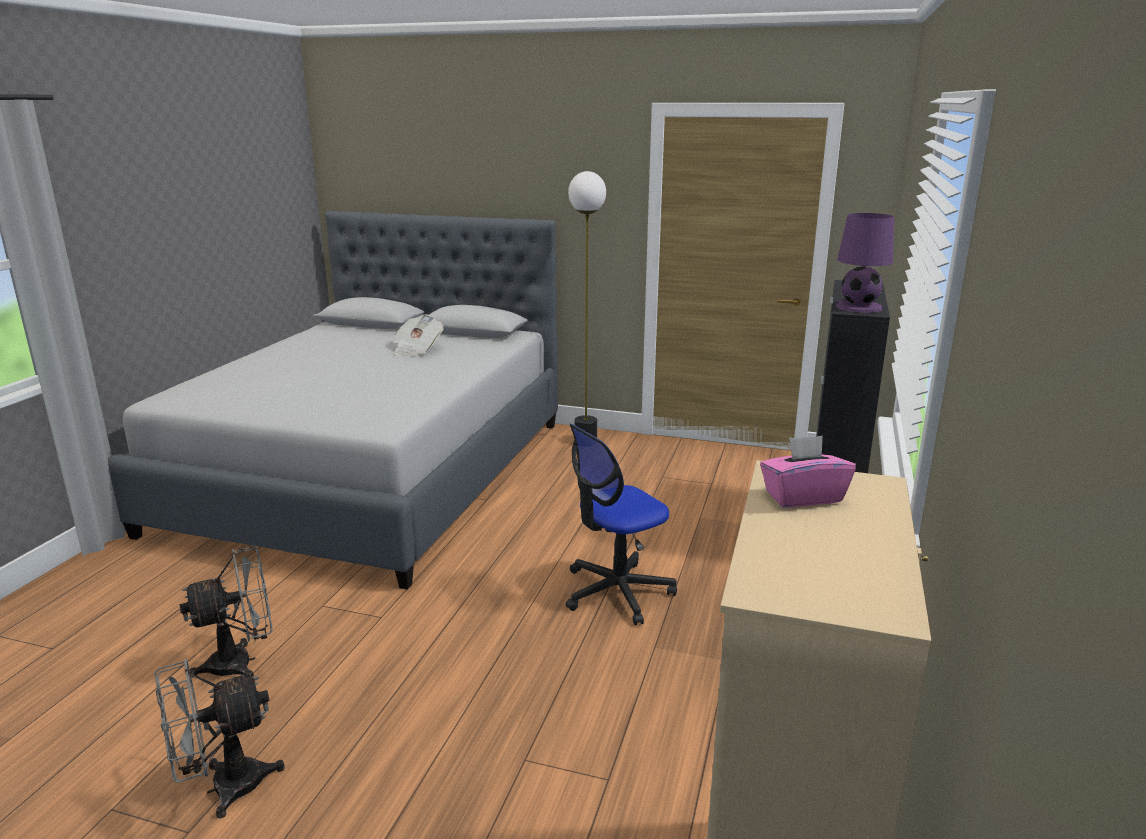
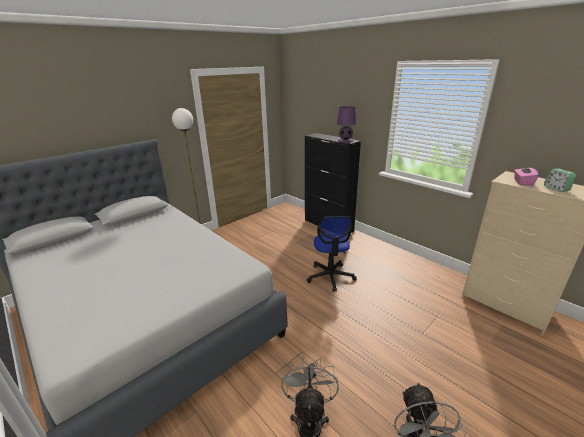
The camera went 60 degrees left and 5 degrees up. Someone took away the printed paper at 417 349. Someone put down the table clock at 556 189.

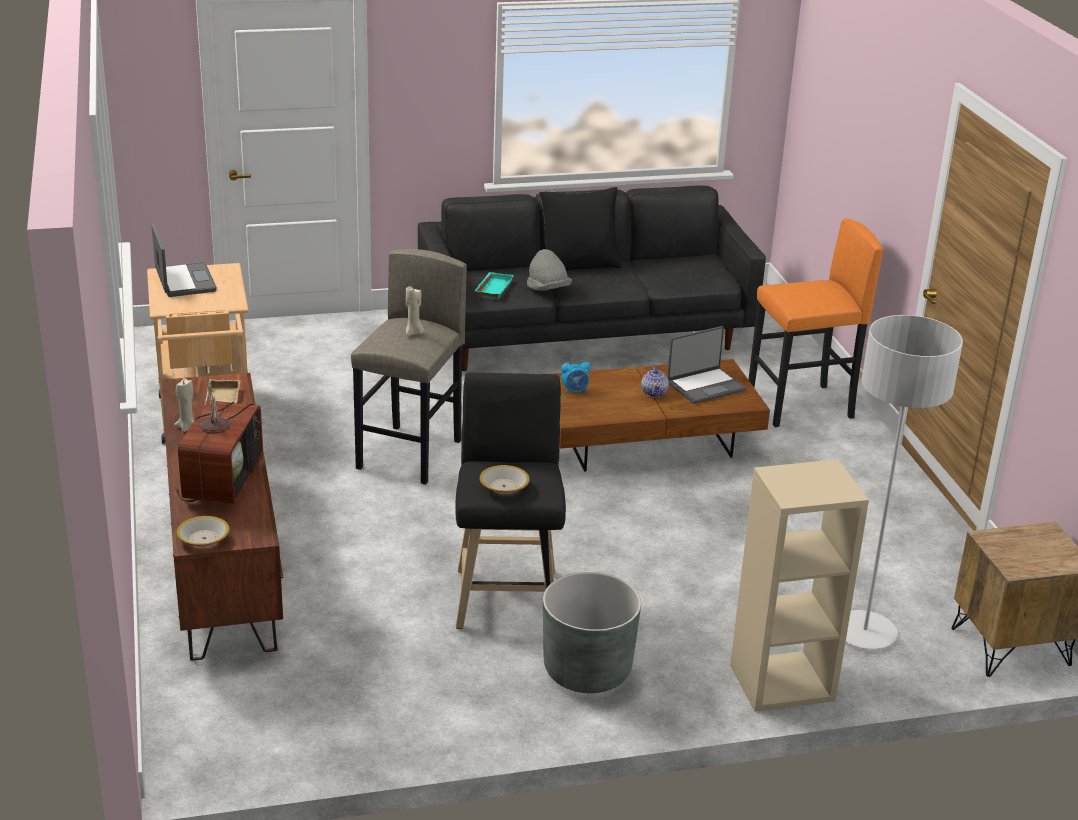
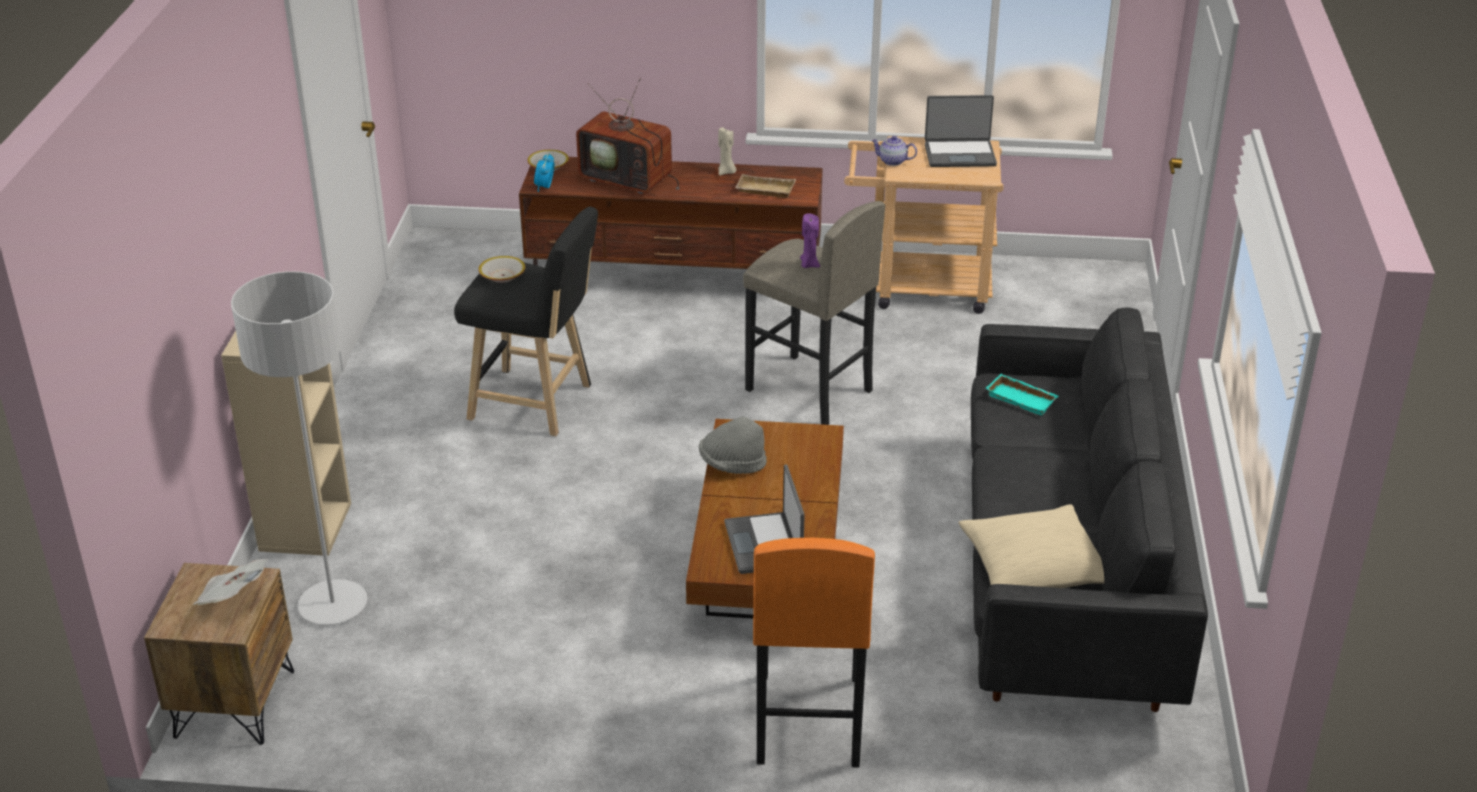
The camera went 110 degrees right and 5 degrees up. Someone took away the black-coloured throw pillow at 579 265. Someone carried the gray hat from 548 290 to 732 464. Someone repainted the sand-coloured wax light at 414 333, which became the purple wax light at 809 265. Someone carried the table clock from 575 391 to 545 187. Someone carried the pot for tea from 654 393 to 893 161. Someone took away the gray planter at 587 670. Someone put down the sand-coloured throw pillow at 1033 567. Someone put down the printed paper at 233 598.

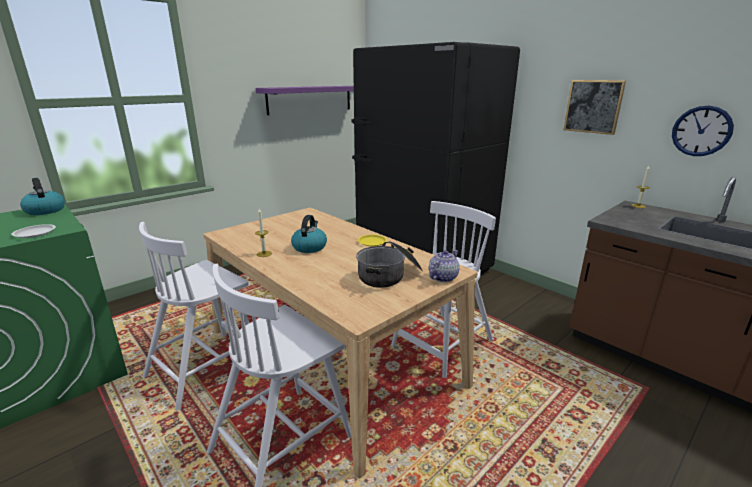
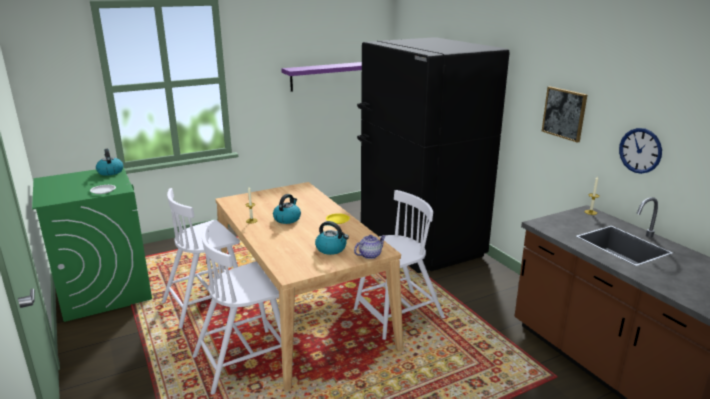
The camera went 15 degrees right and 0 degrees up. Someone swapped the saucepot at 389 276 for the tea kettle at 331 249.

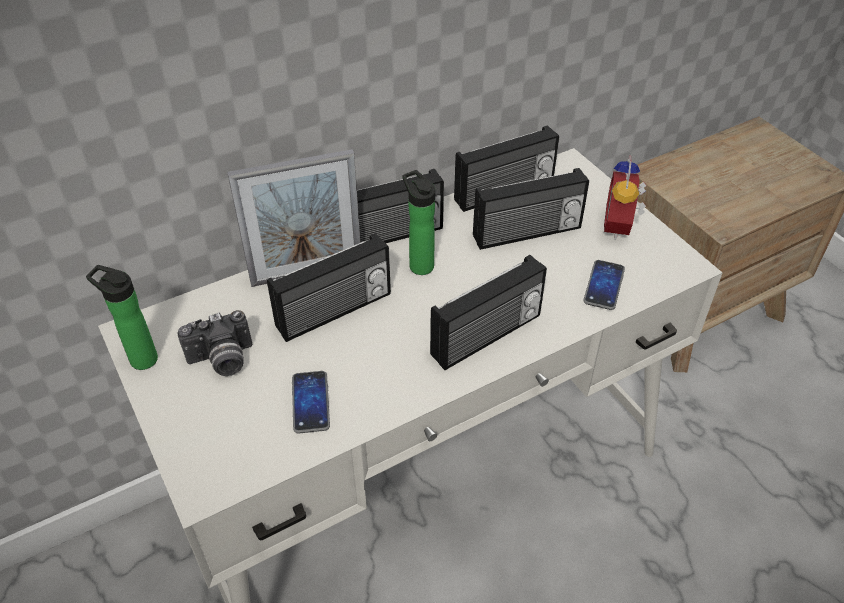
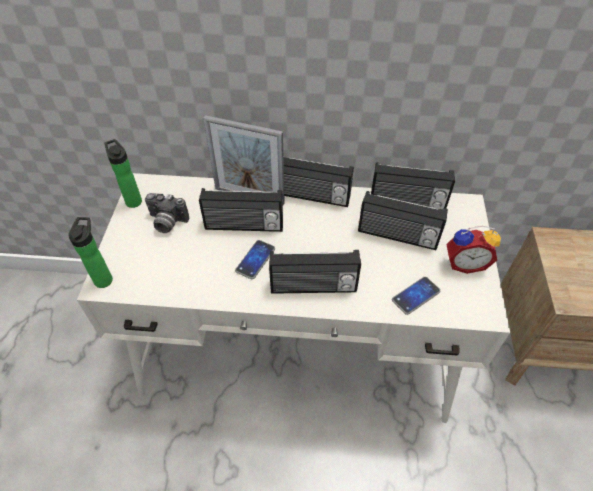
The camera went 35 degrees right and 5 degrees up. Someone rotated the table clock at 620 227 by 135 degrees counterclockwise. Someone carried the beverage bottle from 419 264 to 104 278. Someone carried the telephone from 310 402 to 255 260.

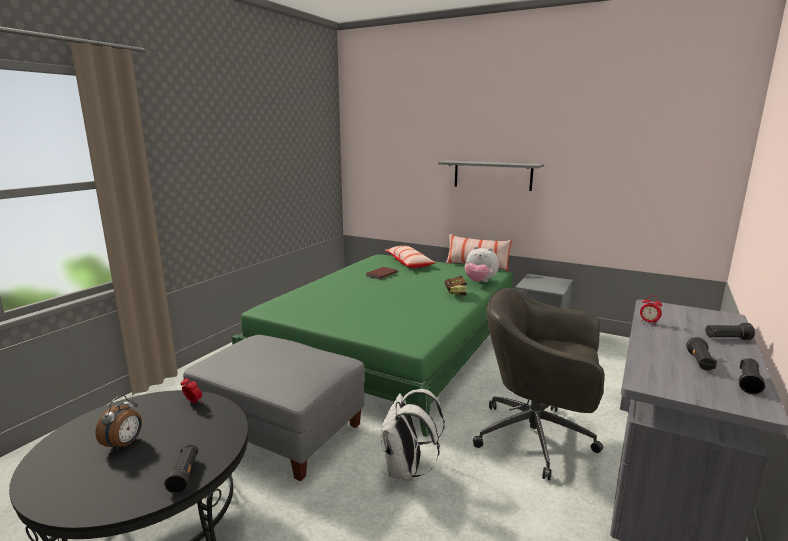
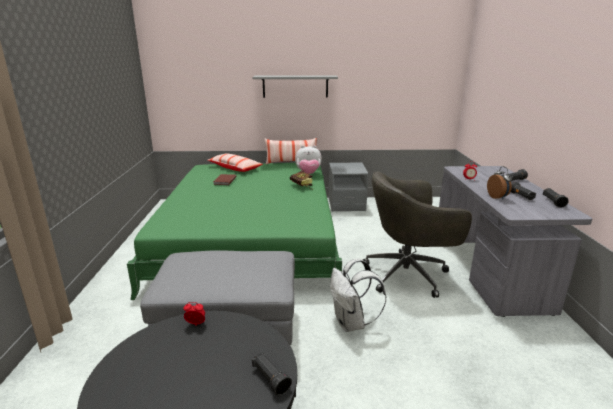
The camera went 30 degrees left and 5 degrees up. Someone carried the table clock from 124 444 to 498 197.

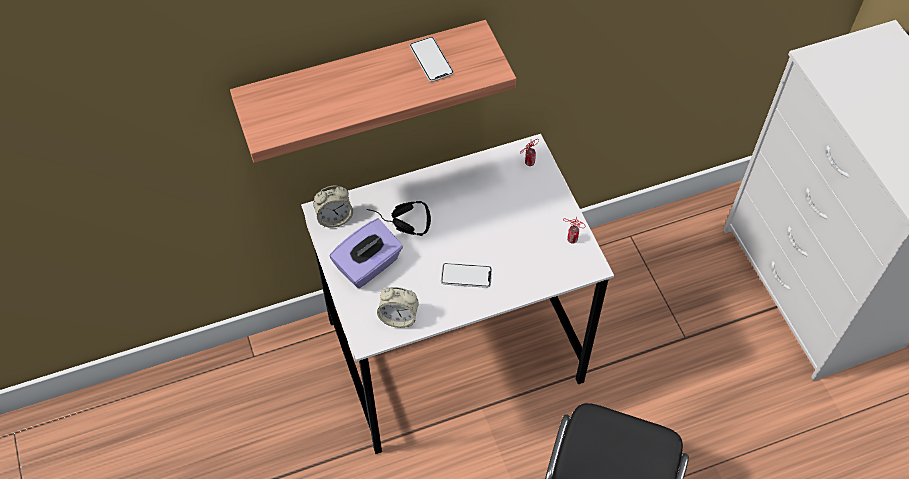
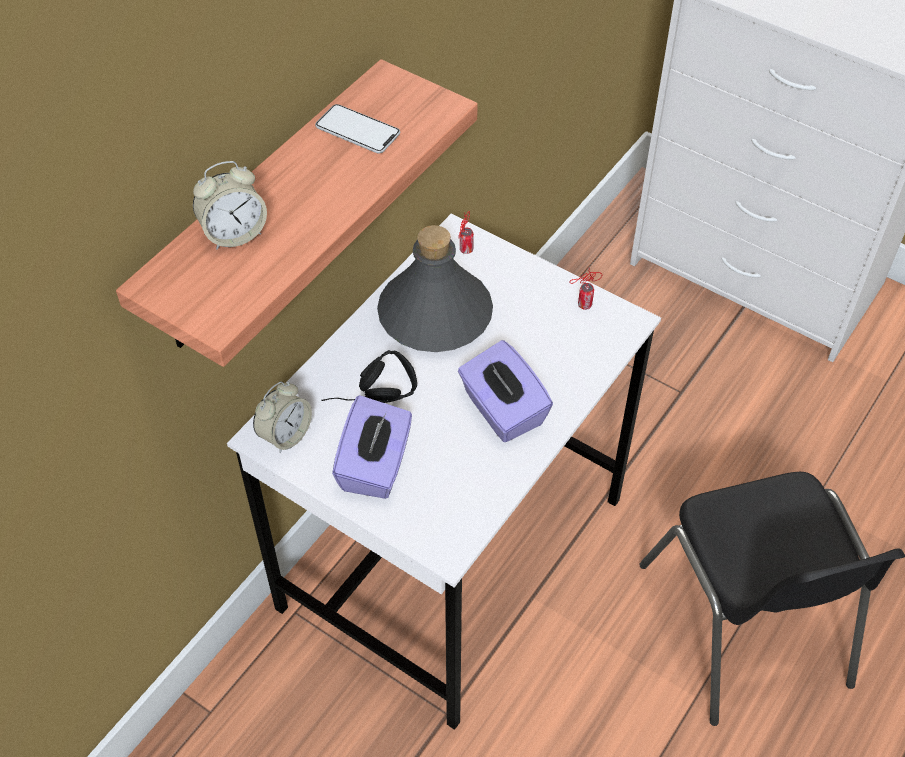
The camera went 35 degrees left and 5 degrees down. Someone swapped the telephone at 466 276 for the purple tissue box at 502 410. Someone carried the table clock from 398 317 to 234 234. Someone put down the gray beverage bottle at 435 314.

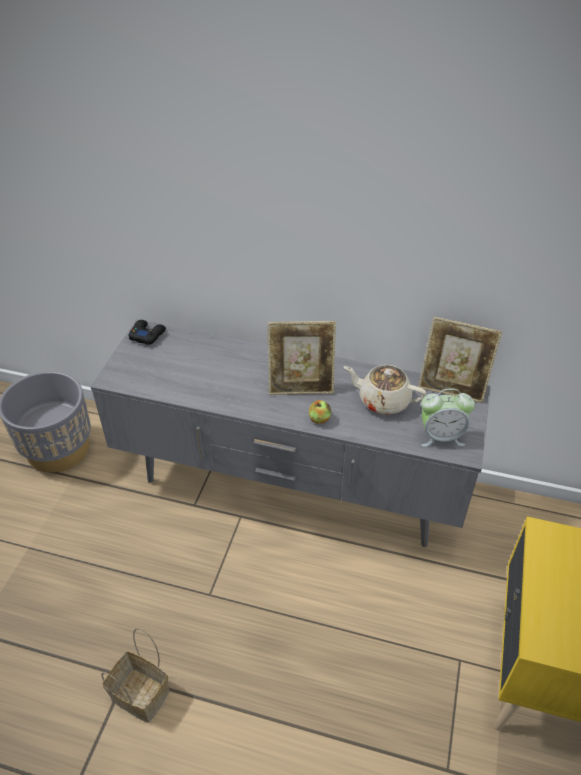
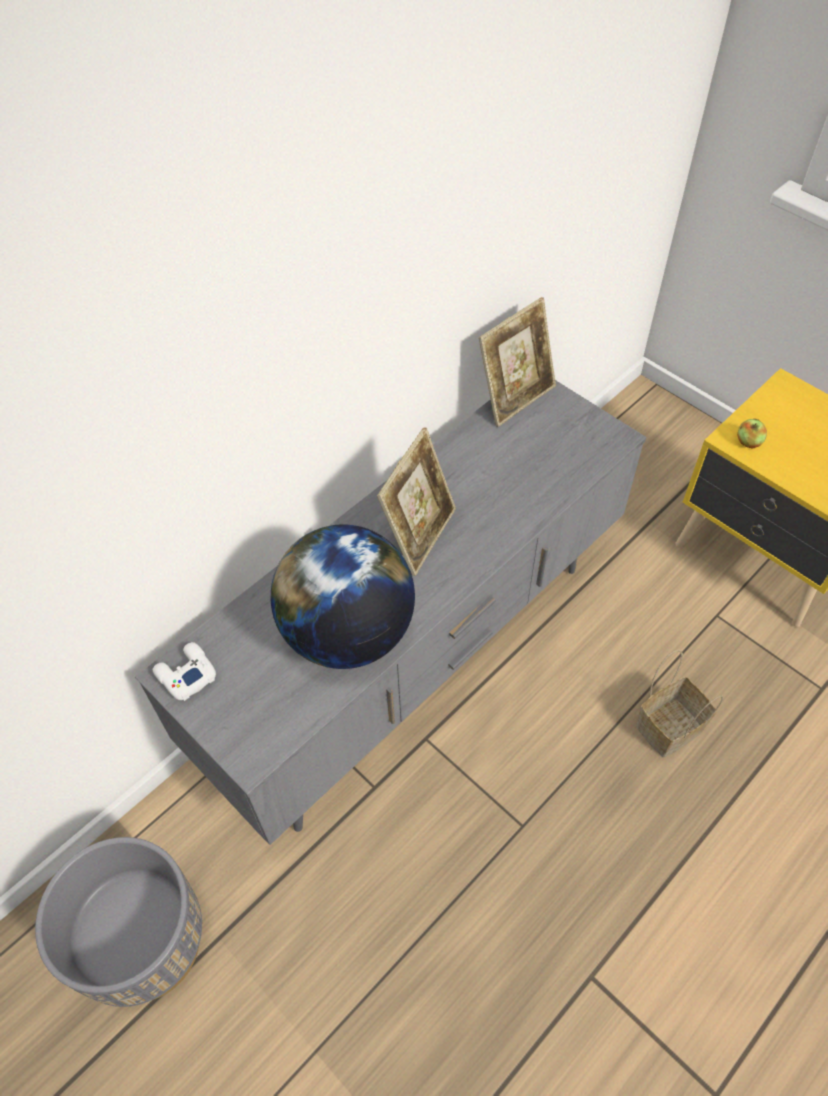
The camera went 60 degrees left and 10 degrees up. Someone repainted the black-coloured gamepad at 147 335, which became the whitish gamepad at 185 674. Someone took away the sand-coloured pot for tea at 383 400. Someone took away the table clock at 441 436. Someone carried the apple fruit from 319 419 to 748 442. Someone carried the basket from 142 695 to 670 725. Someone put down the globe at 348 633.

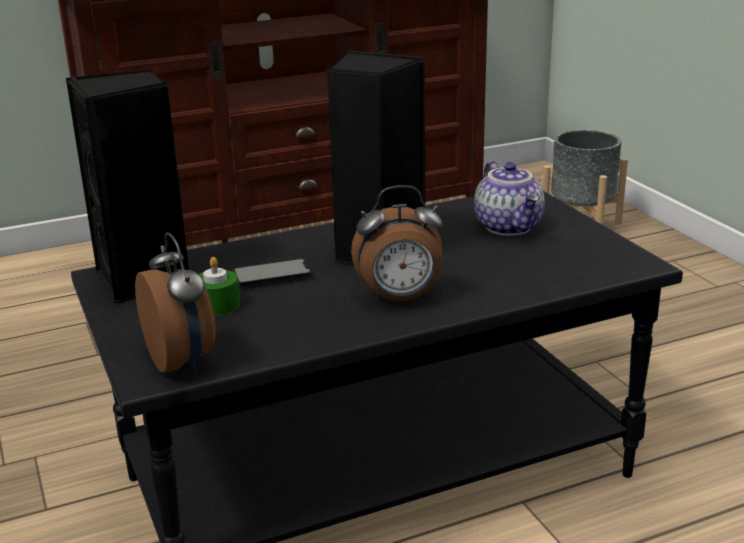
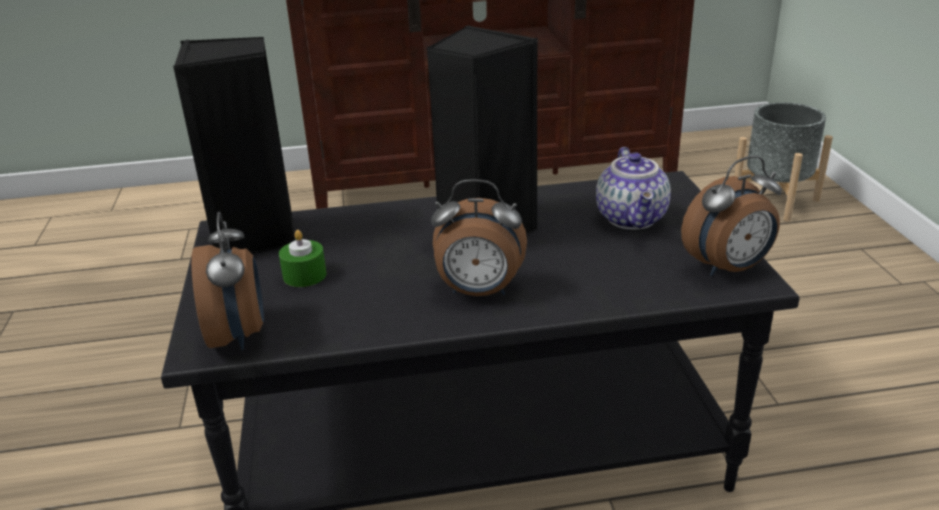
The camera went 15 degrees right and 5 degrees up. Someone took away the telephone at 271 274. Someone put down the table clock at 728 268.

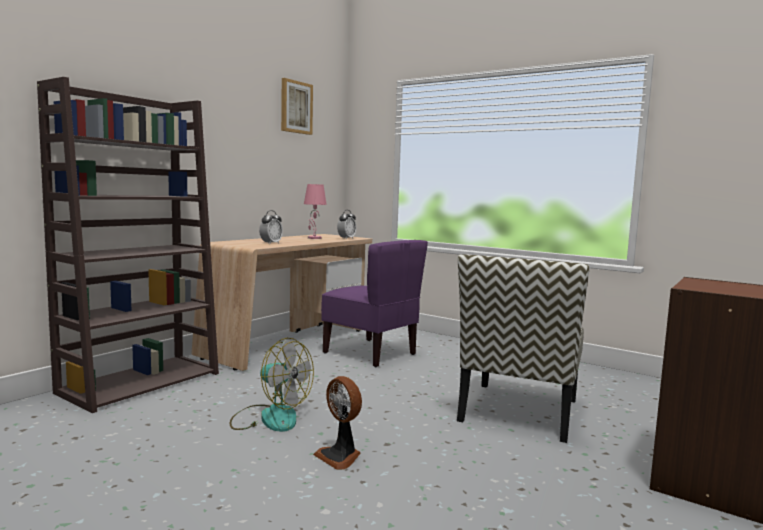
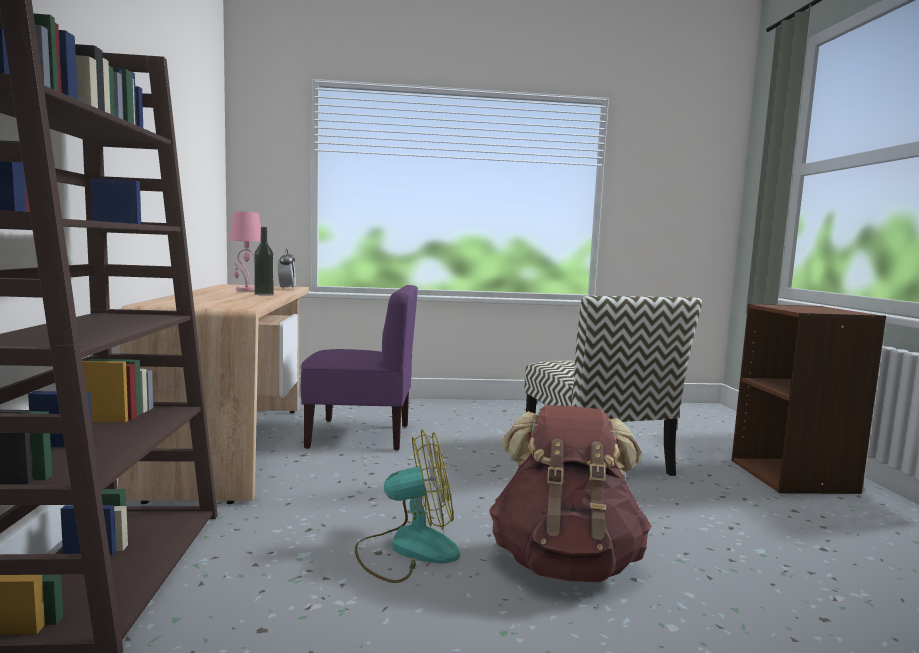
The camera went 40 degrees left and 0 degrees up. Someone took away the wall picture at 296 107. Someone took away the table clock at 271 243. Someone swapped the cooling fan at 340 456 for the brownish rucksack at 565 562. Someone put down the beverage bottle at 264 294.

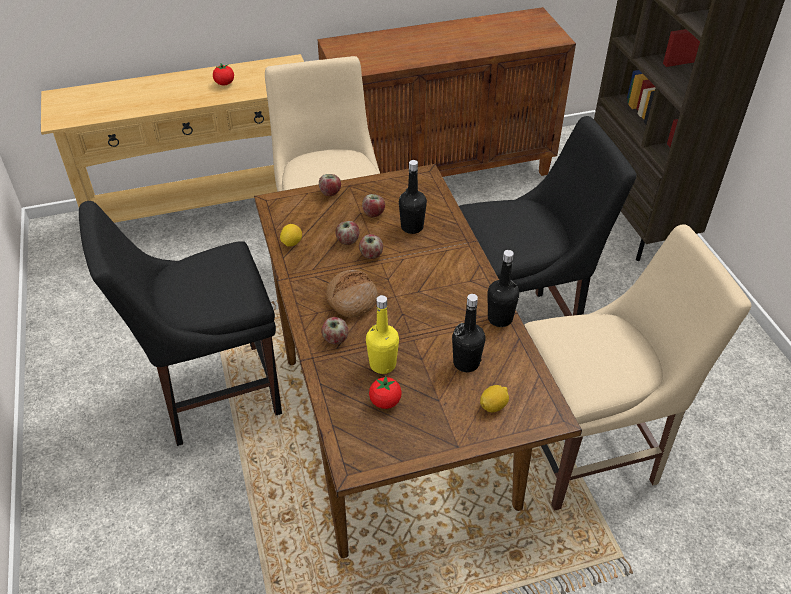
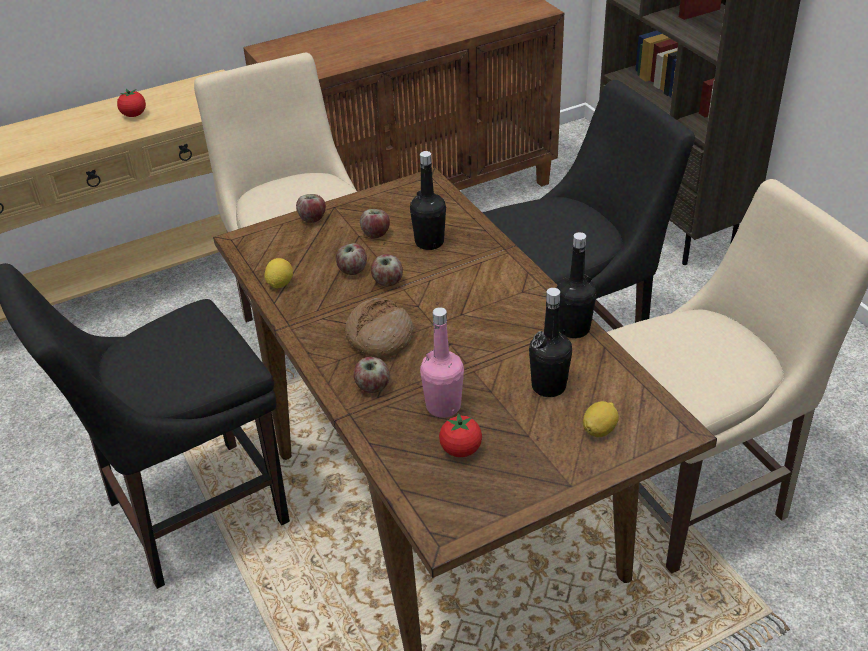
The camera went 10 degrees left and 5 degrees down. Someone repainted the yellowish beverage bottle at 382 364, which became the pink-coloured beverage bottle at 443 406.

